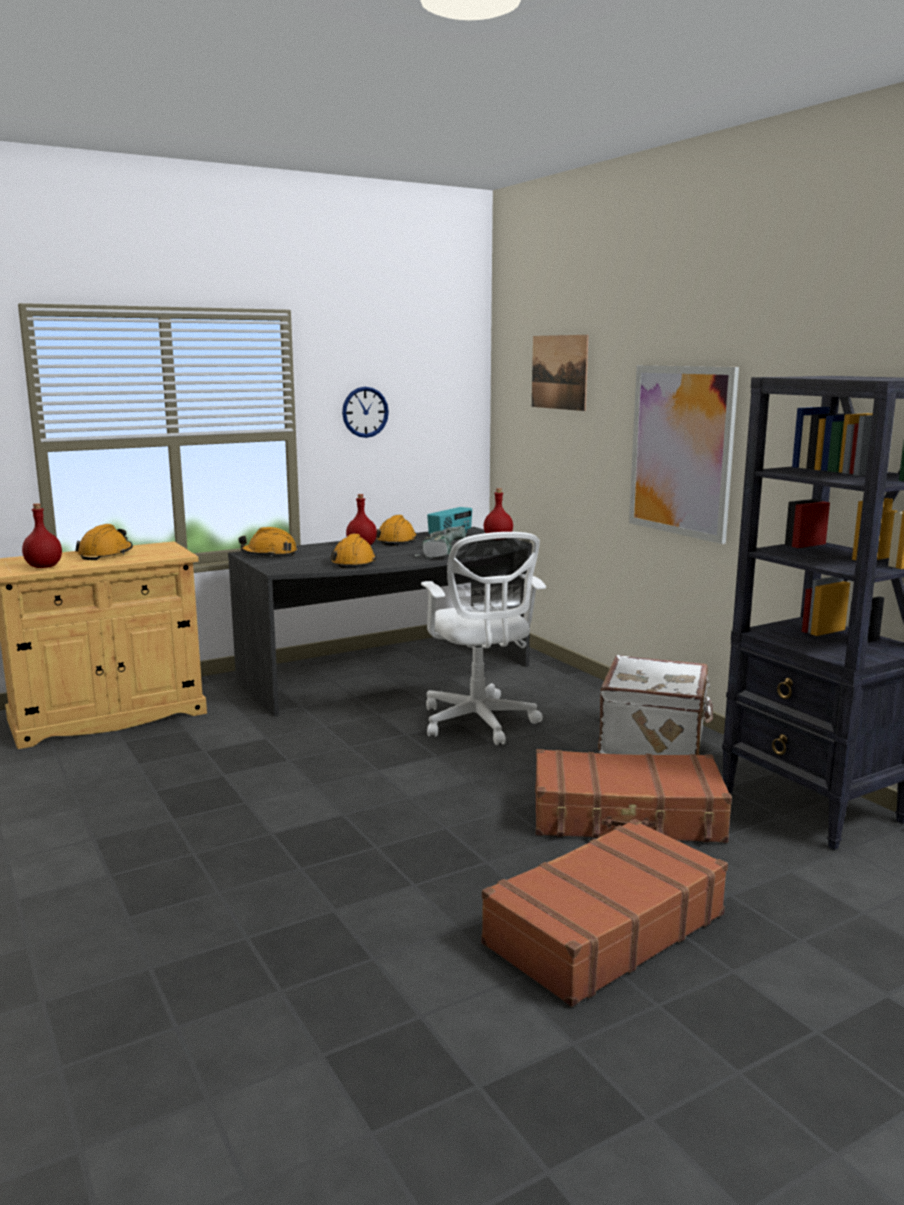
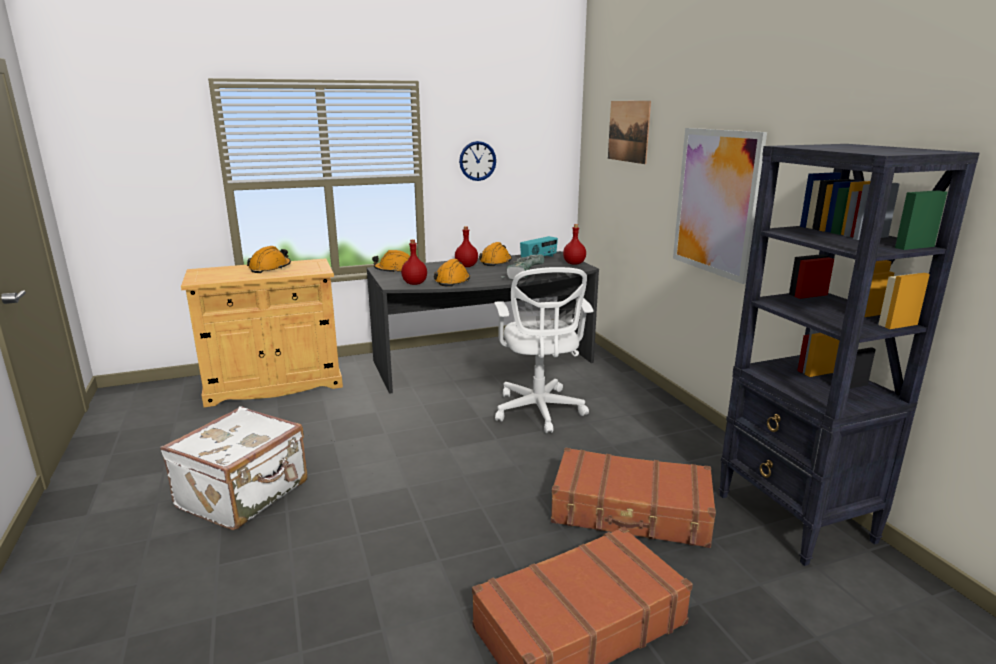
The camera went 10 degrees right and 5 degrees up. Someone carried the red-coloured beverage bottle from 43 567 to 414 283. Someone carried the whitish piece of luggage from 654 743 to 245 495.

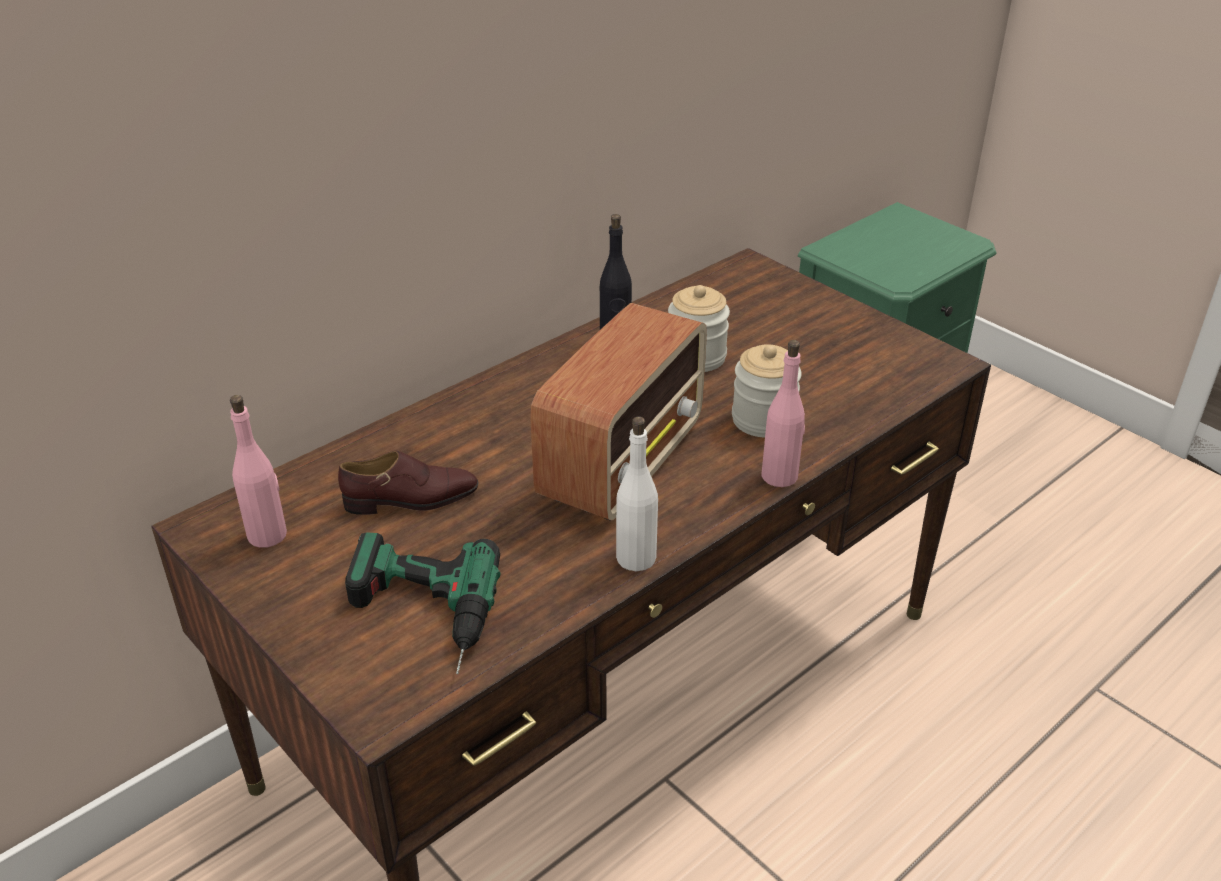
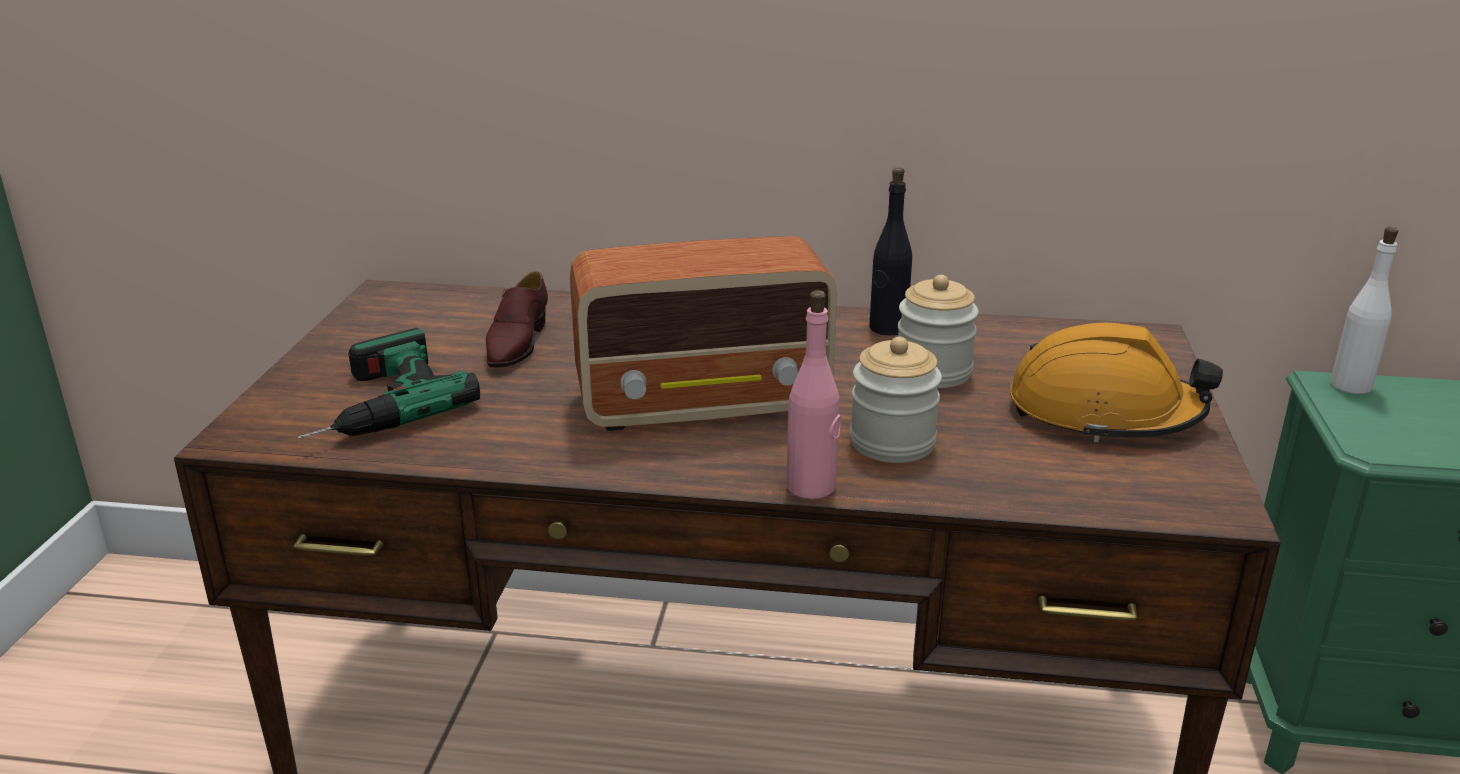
The camera went 50 degrees right and 10 degrees down. Someone took away the pink-coloured beverage bottle at 268 535. Someone carried the whitish beverage bottle from 636 557 to 1351 385. Someone rotated the brownish item of footwear at 411 499 by 60 degrees clockwise. Someone put down the orange safety helmet at 1104 413.

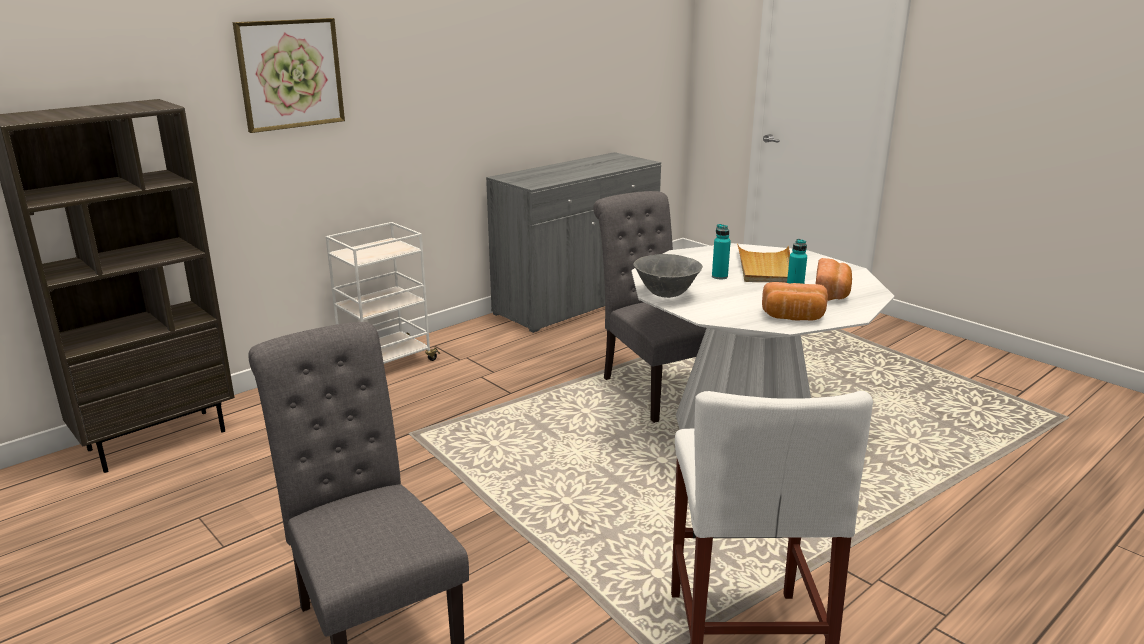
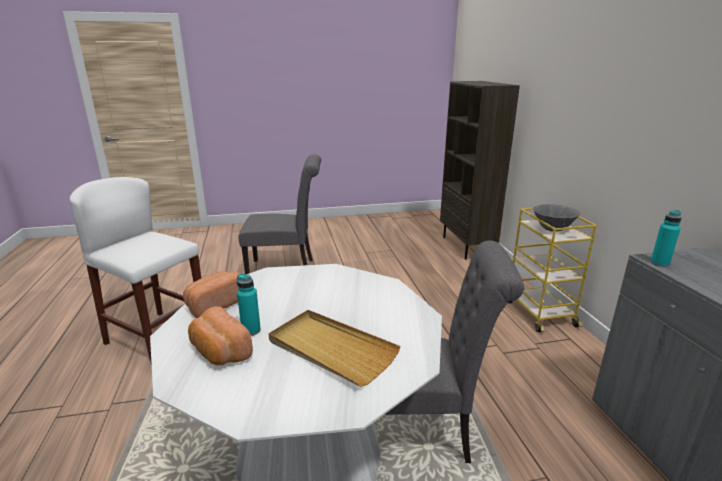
The camera went 120 degrees right and 0 degrees up. Someone took away the wall picture at 290 74. Someone repainted the whitish trolley at 387 363, which became the yellowish trolley at 539 313. Someone carried the turquoise-coloured beverage bottle from 719 276 to 659 263. Someone carried the gray bowl from 666 295 to 552 230.

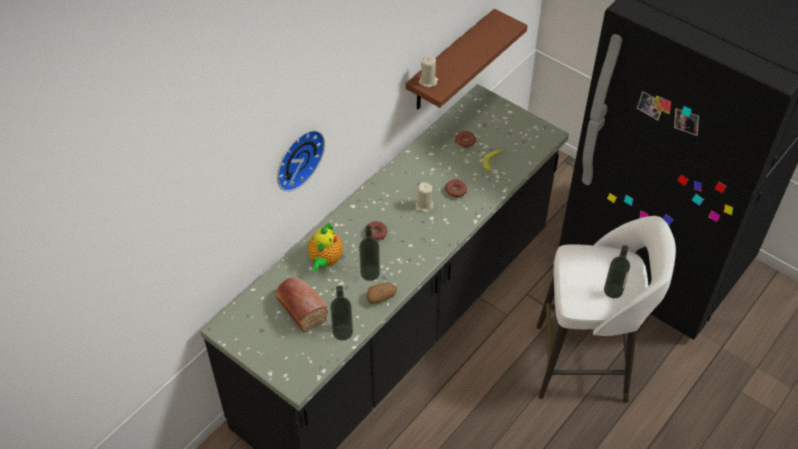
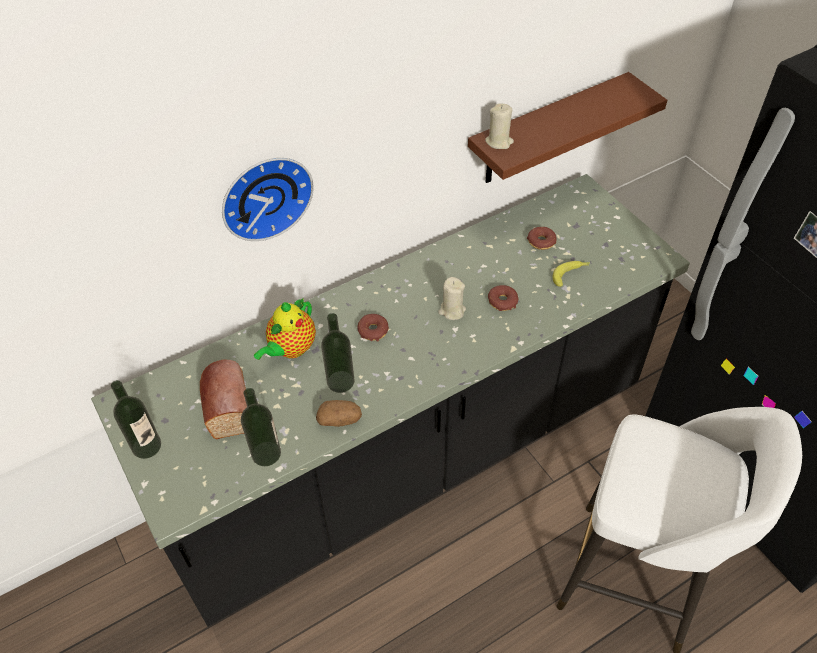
The camera went 20 degrees right and 0 degrees up. Someone carried the beverage bottle from 613 290 to 146 446.

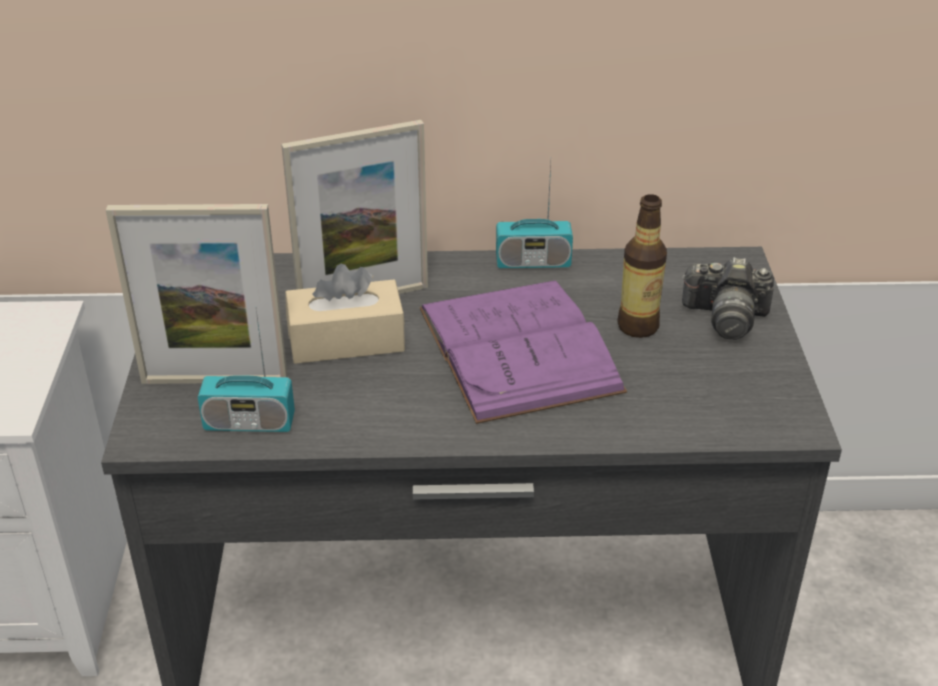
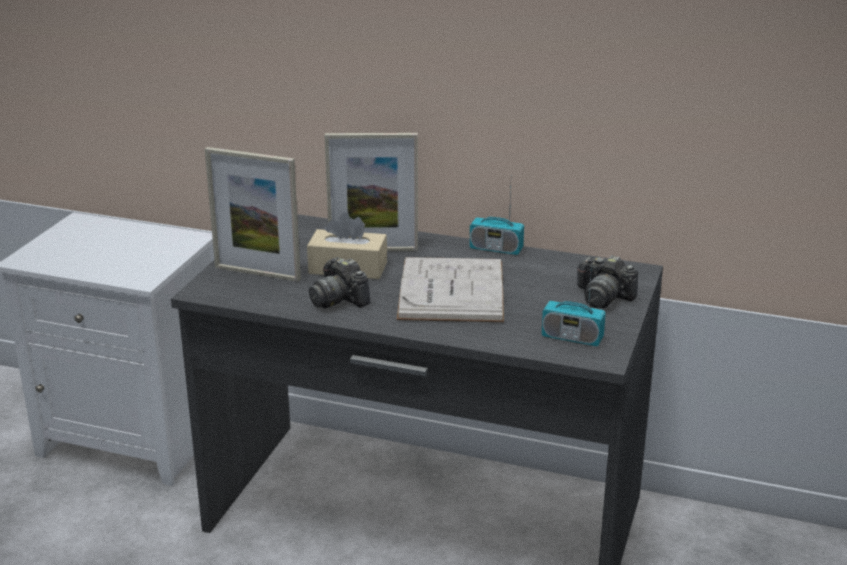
The camera went 20 degrees right and 10 degrees down. Someone took away the beverage bottle at 638 326. Someone repainted the purple book at 518 349, which became the whitish book at 451 290. Someone carried the radio receiver from 249 423 to 572 337. Someone put down the photo camera at 339 299.

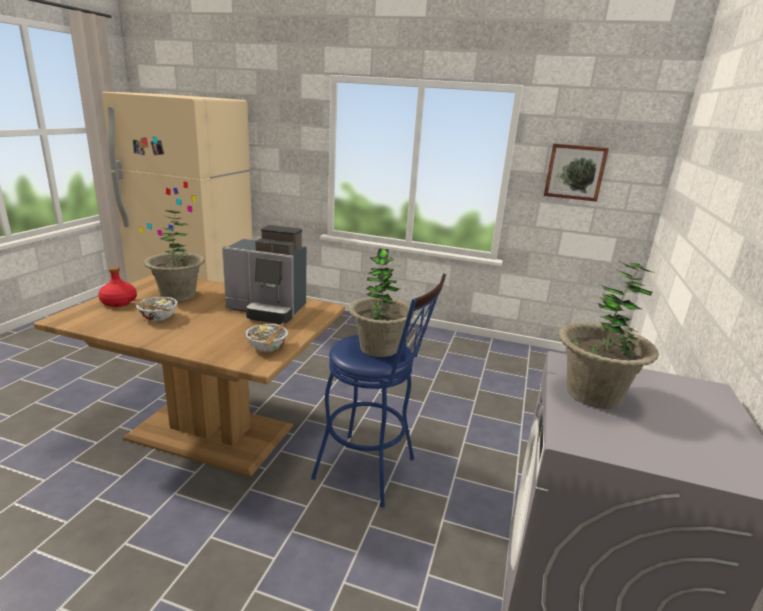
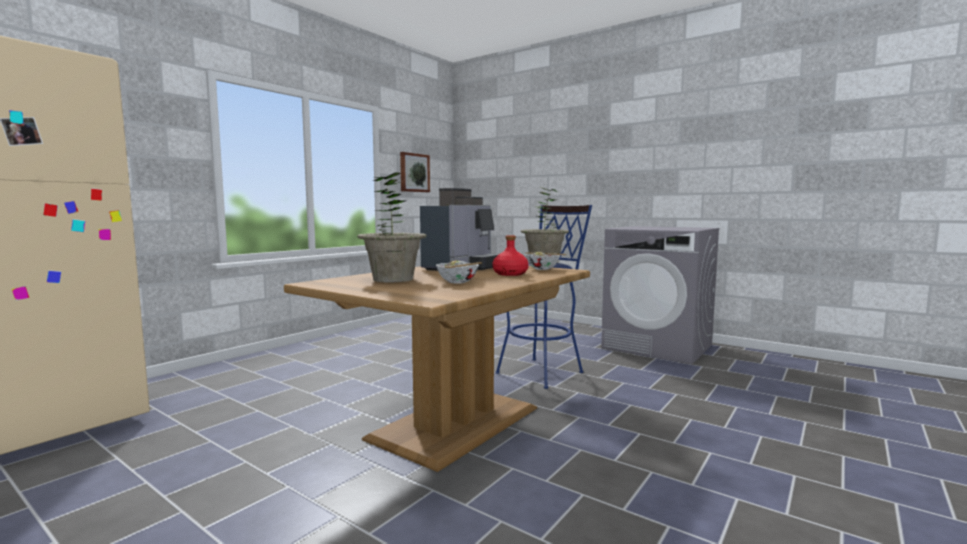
The camera went 70 degrees left and 15 degrees down. Someone took away the plant in a pot at 593 394. Someone carried the red-coloured beverage bottle from 118 302 to 510 274.

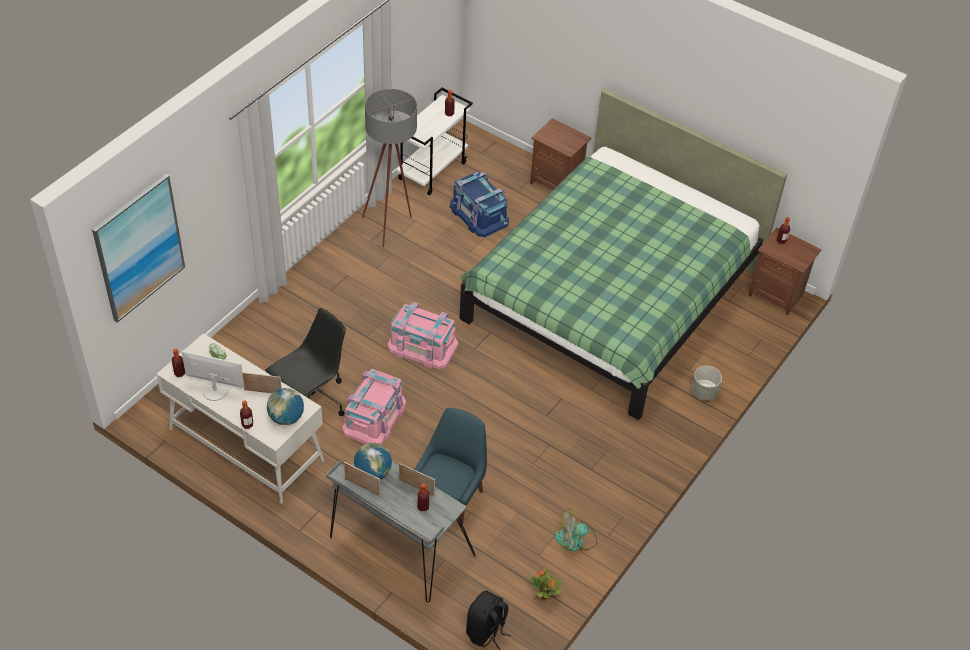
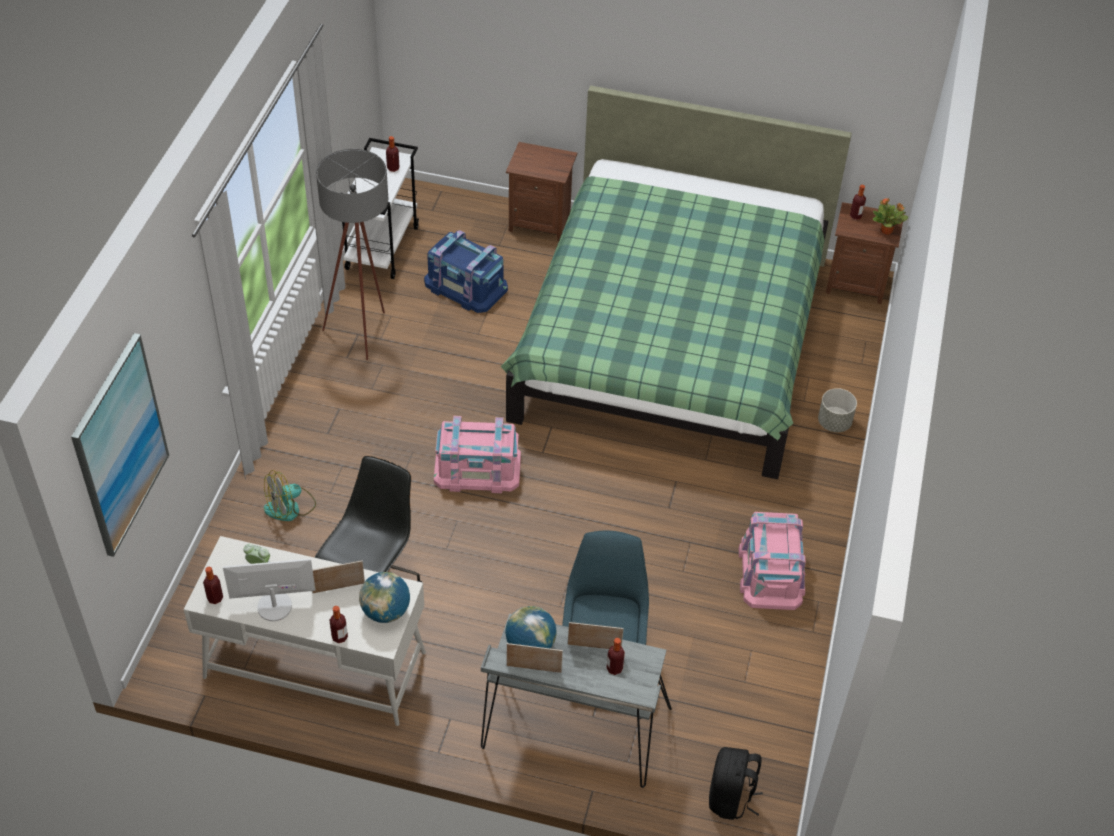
The camera went 20 degrees left and 0 degrees up. Someone carried the pink-coloured storage container from 374 416 to 770 572. Someone carried the cooling fan from 575 540 to 290 507. Someone carried the plant in a pot from 545 595 to 886 231.

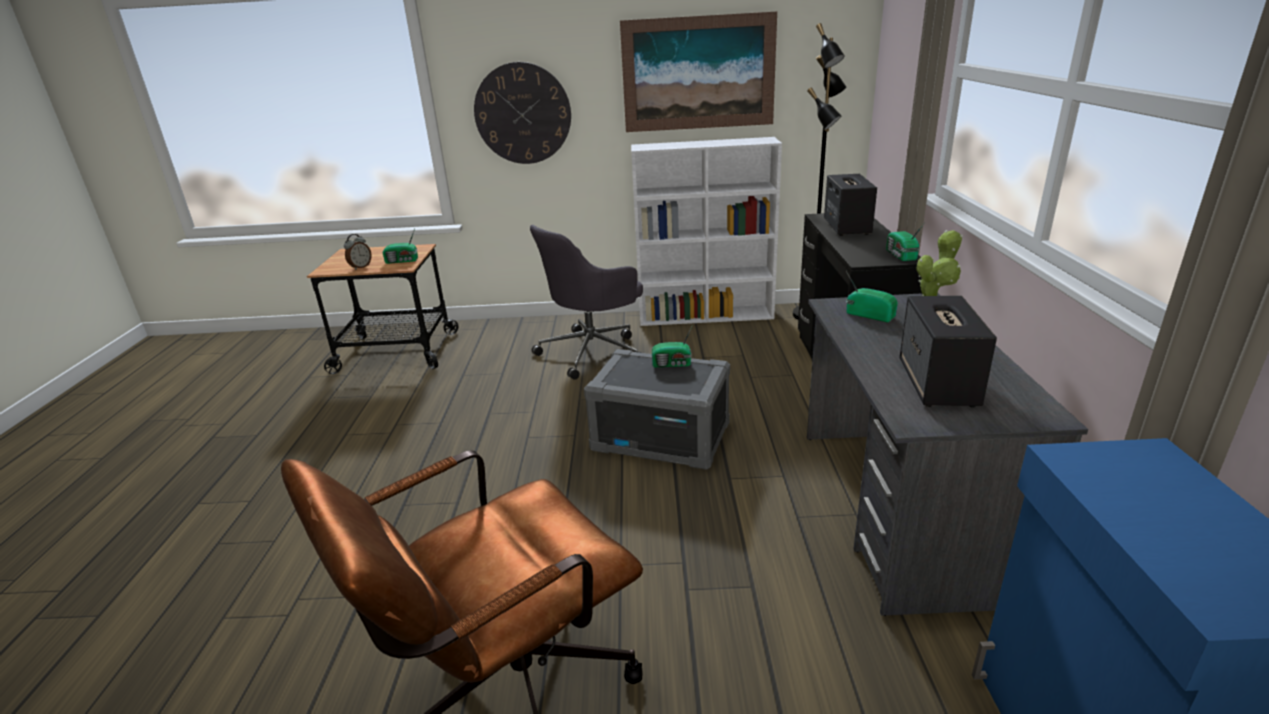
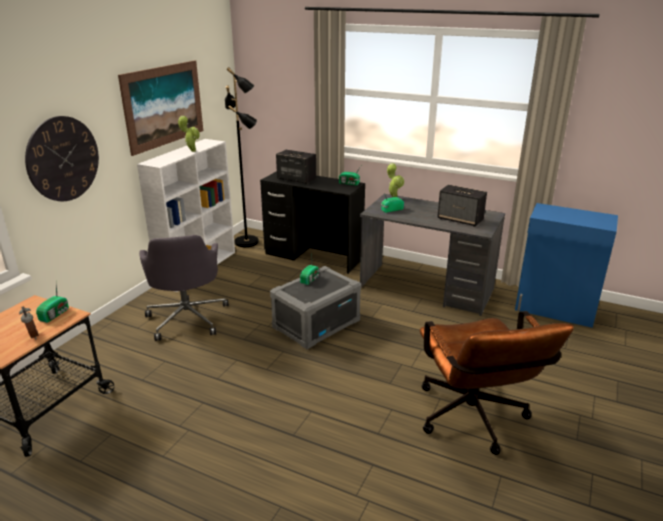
The camera went 65 degrees left and 0 degrees up. Someone put down the plant in a pot at 192 151.

